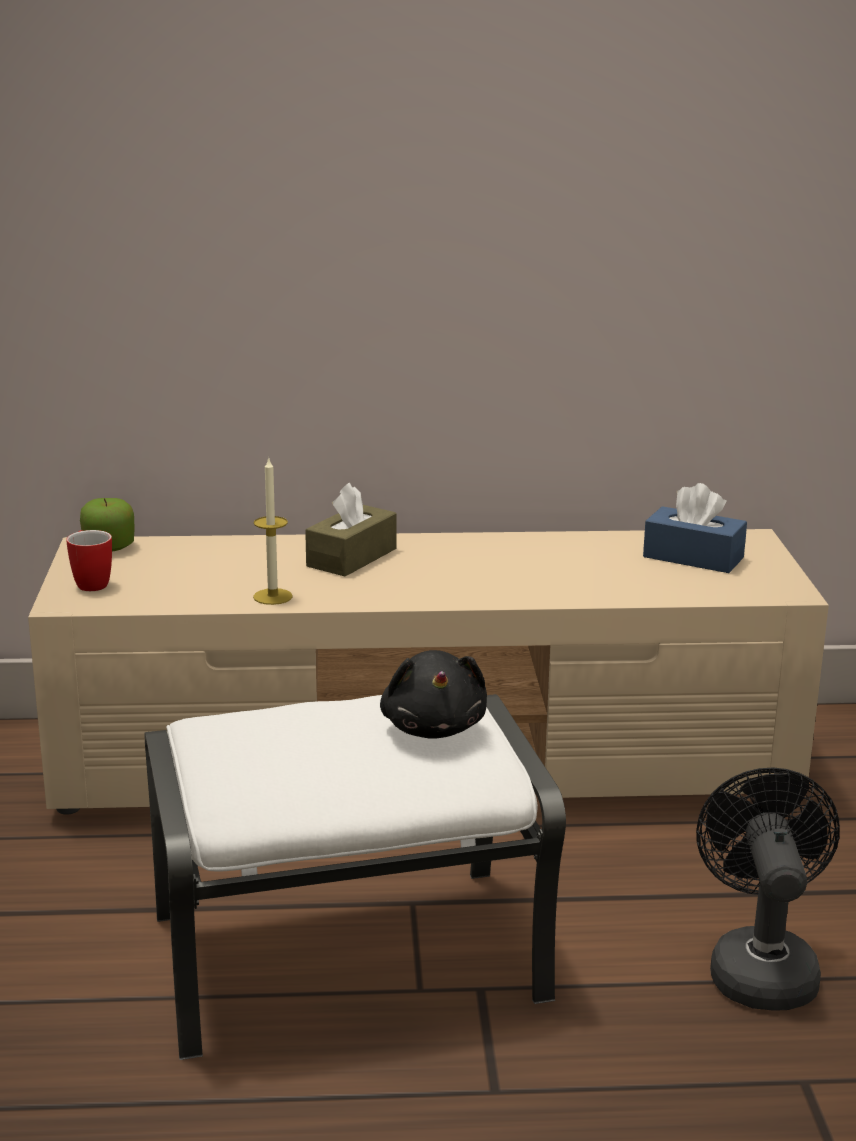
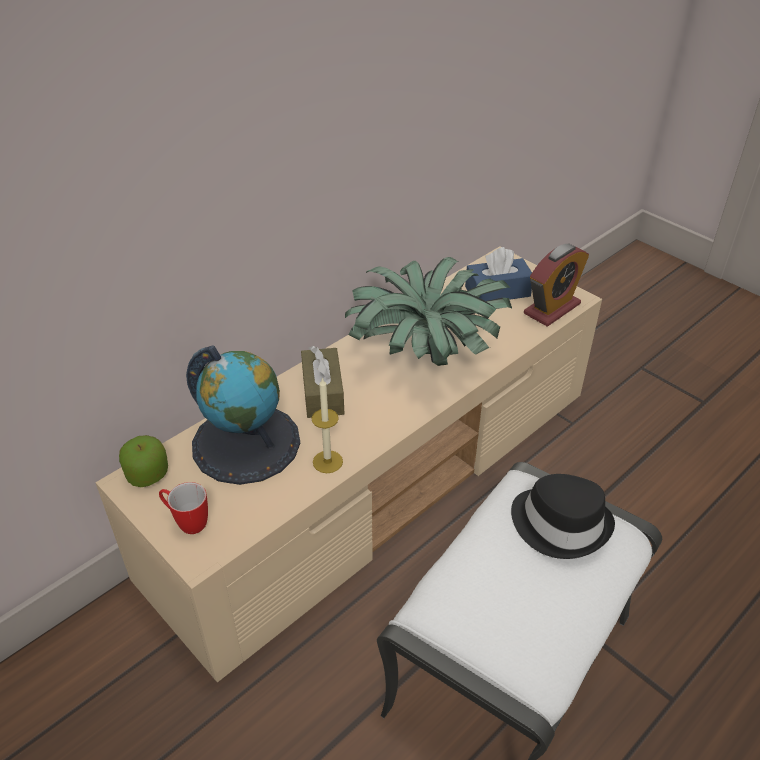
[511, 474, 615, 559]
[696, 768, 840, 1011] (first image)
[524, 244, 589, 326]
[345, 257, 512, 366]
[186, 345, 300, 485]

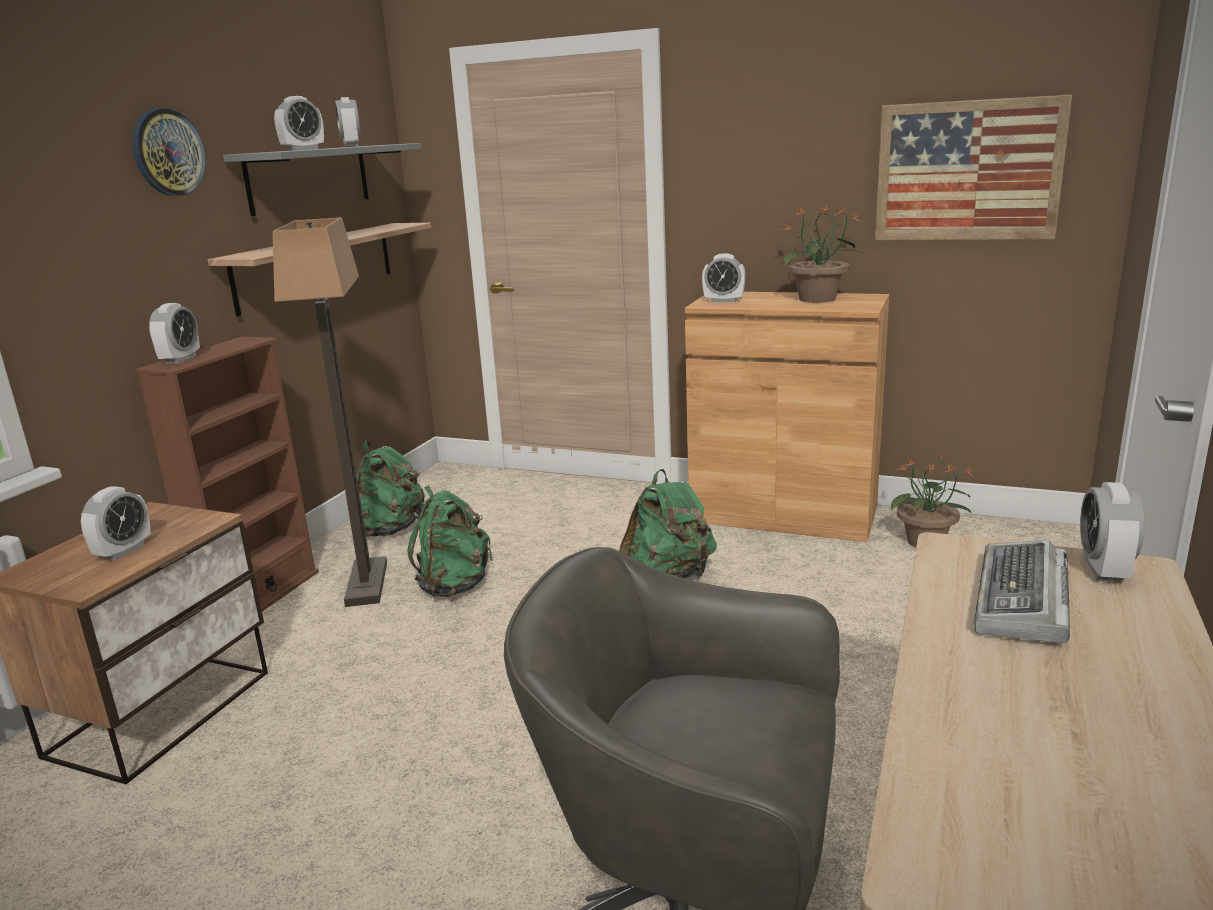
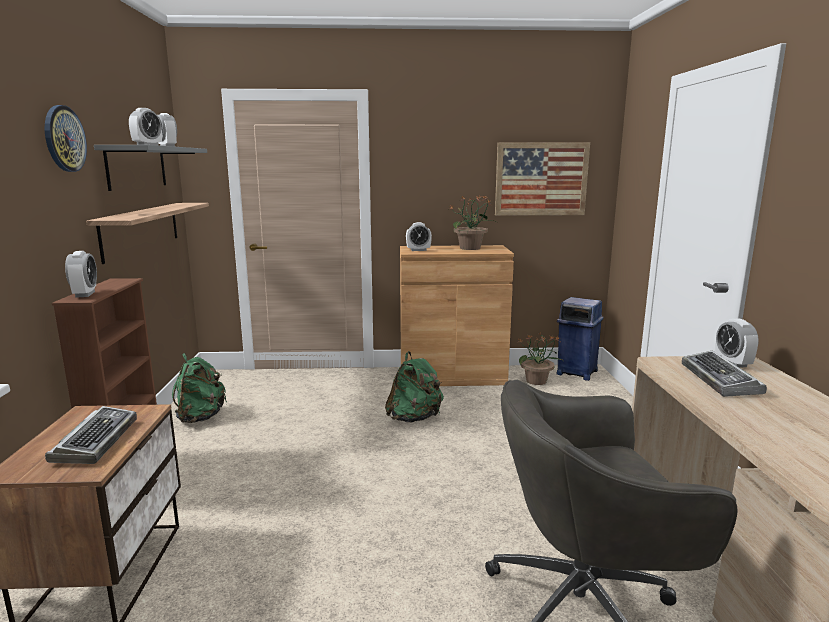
[273, 217, 387, 607] (first image)
[407, 486, 493, 597] (first image)
[45, 406, 137, 464]
[556, 297, 604, 381]

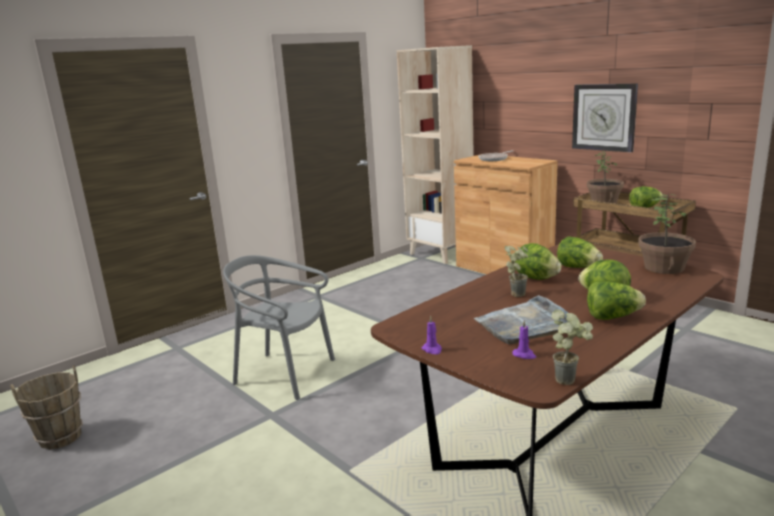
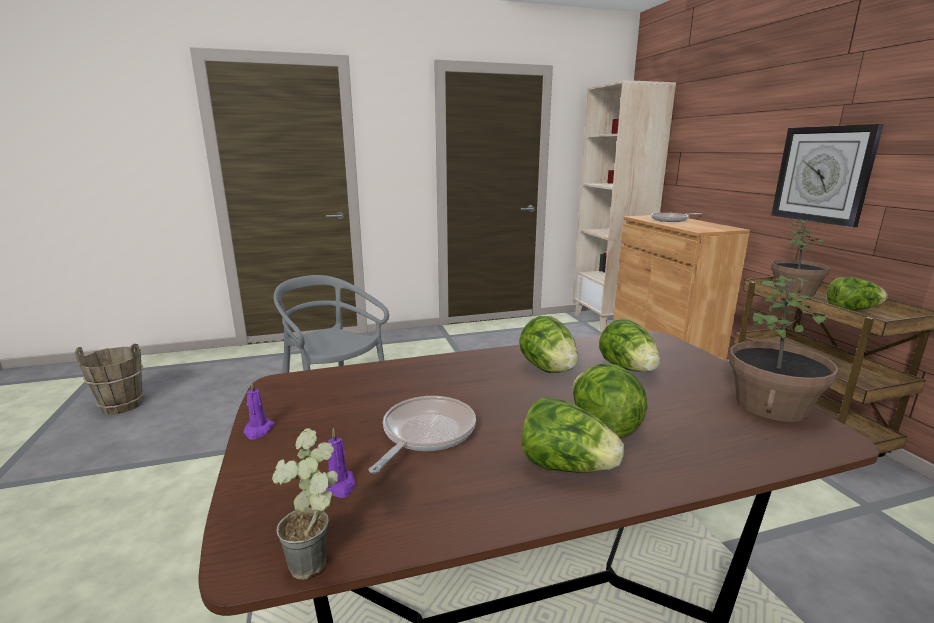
[505, 246, 528, 297] (first image)
[369, 396, 476, 474]

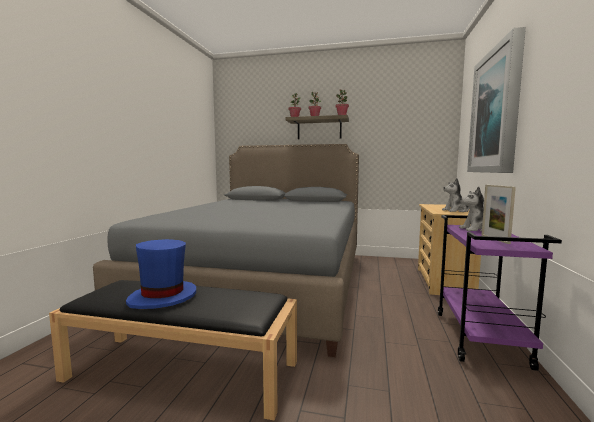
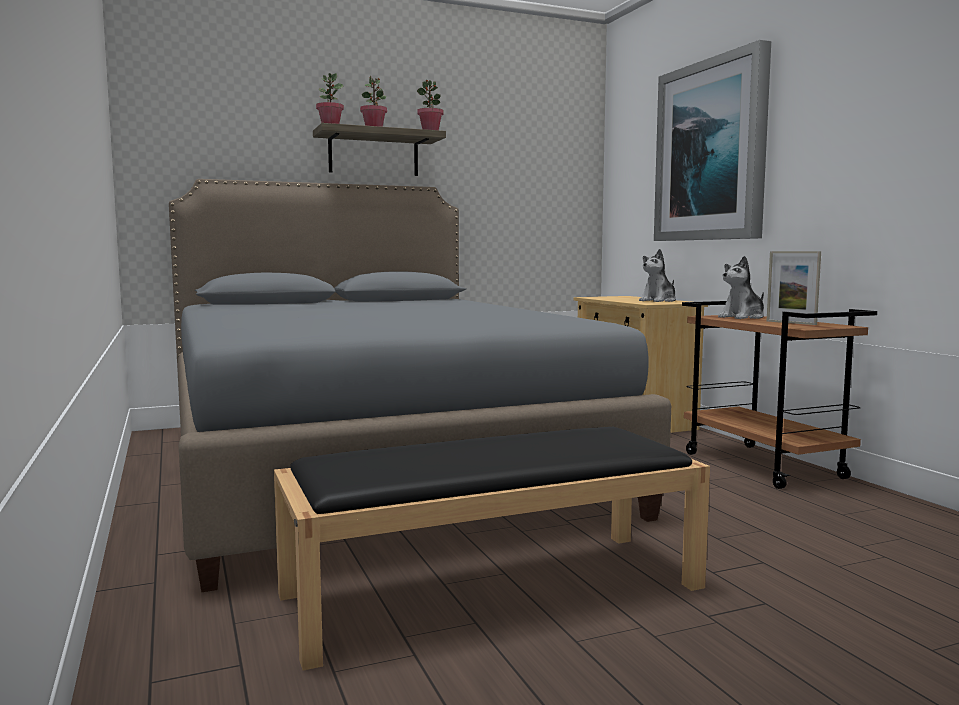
[682, 301, 877, 489]
[126, 239, 196, 309] (first image)

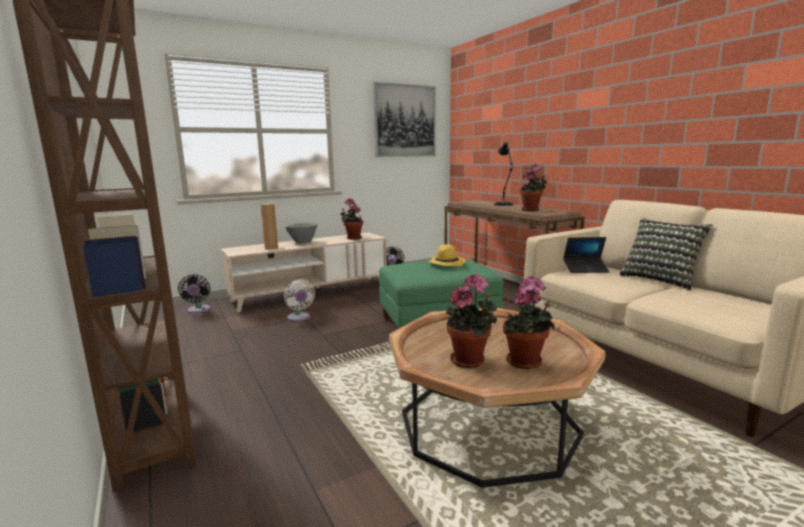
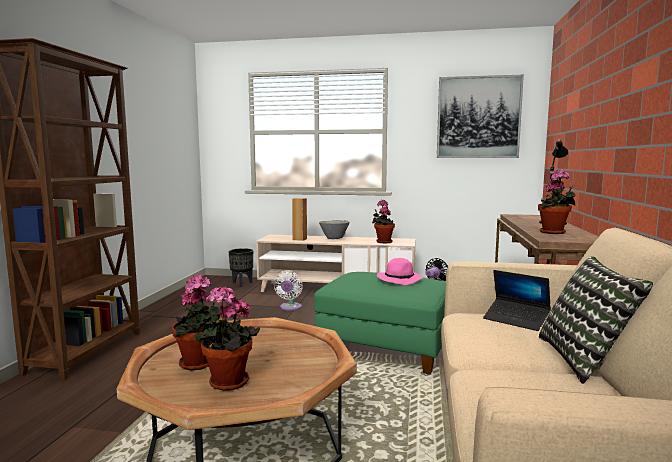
[377, 258, 423, 285]
[229, 248, 253, 287]

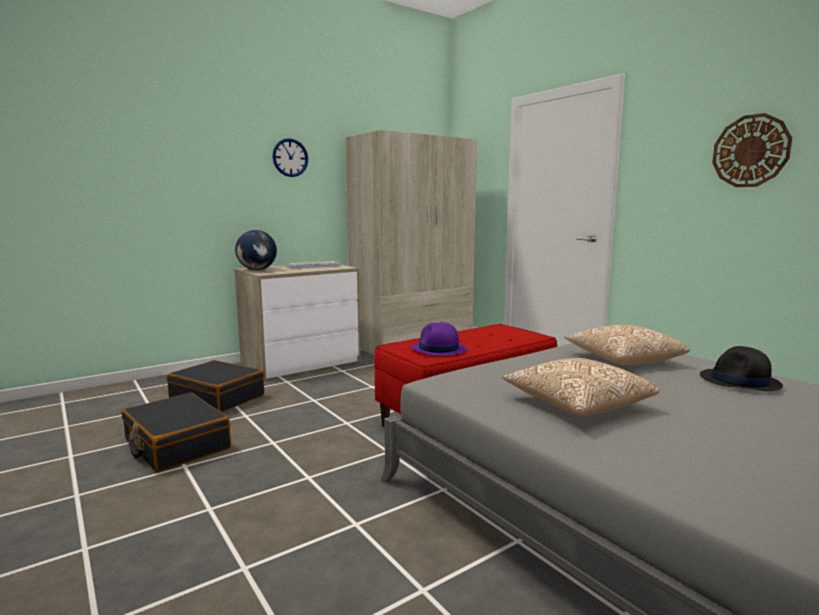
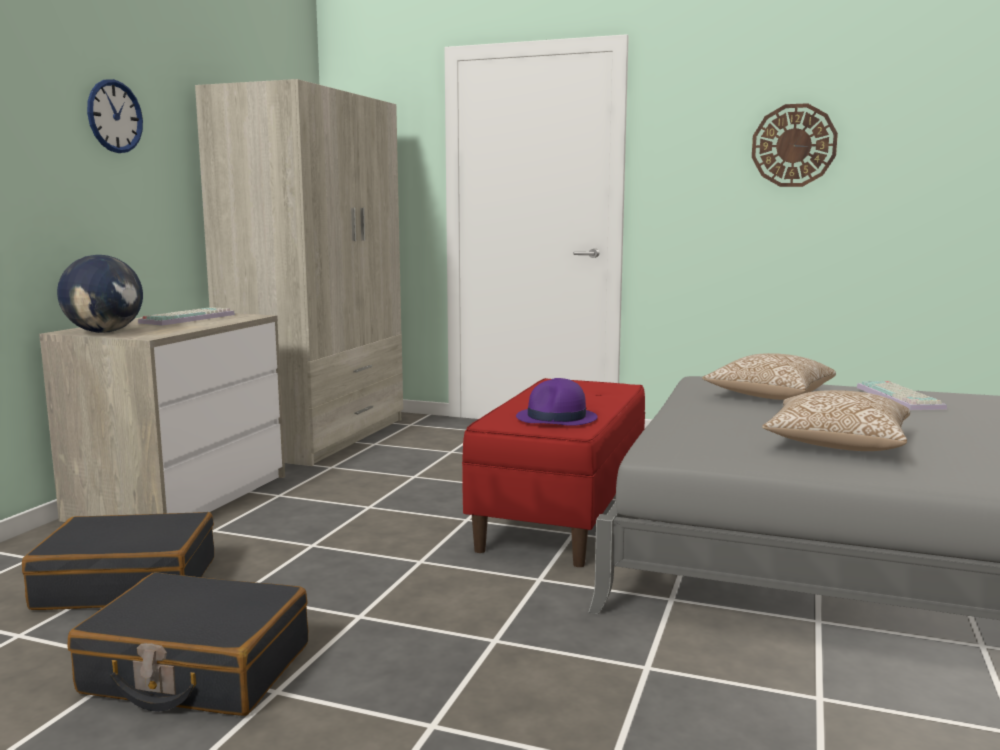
[857, 381, 947, 410]

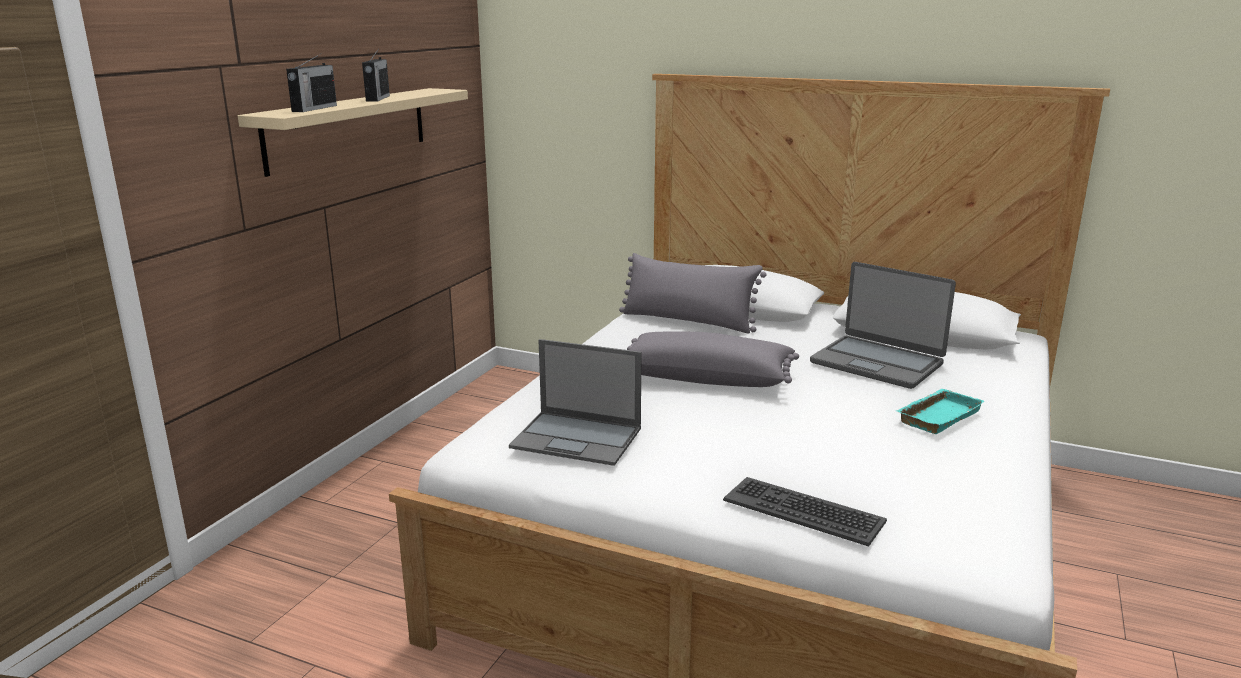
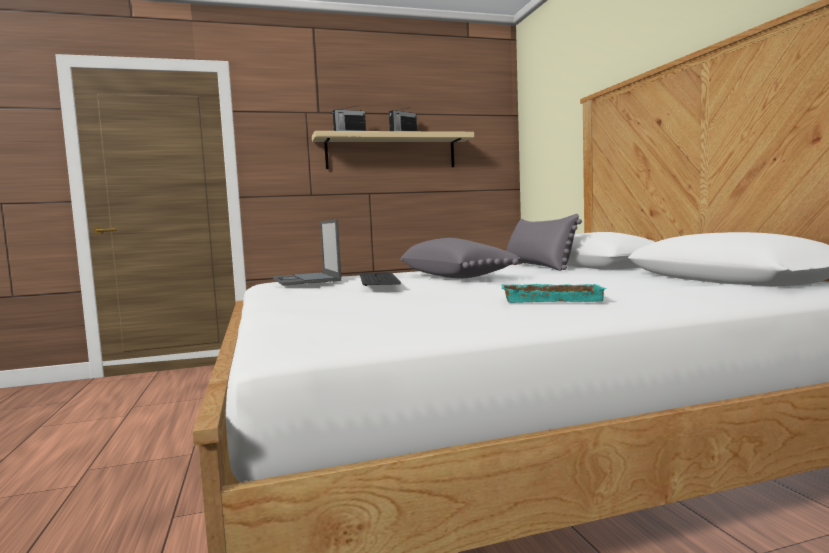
[810, 262, 956, 389] (first image)
[360, 272, 401, 286]

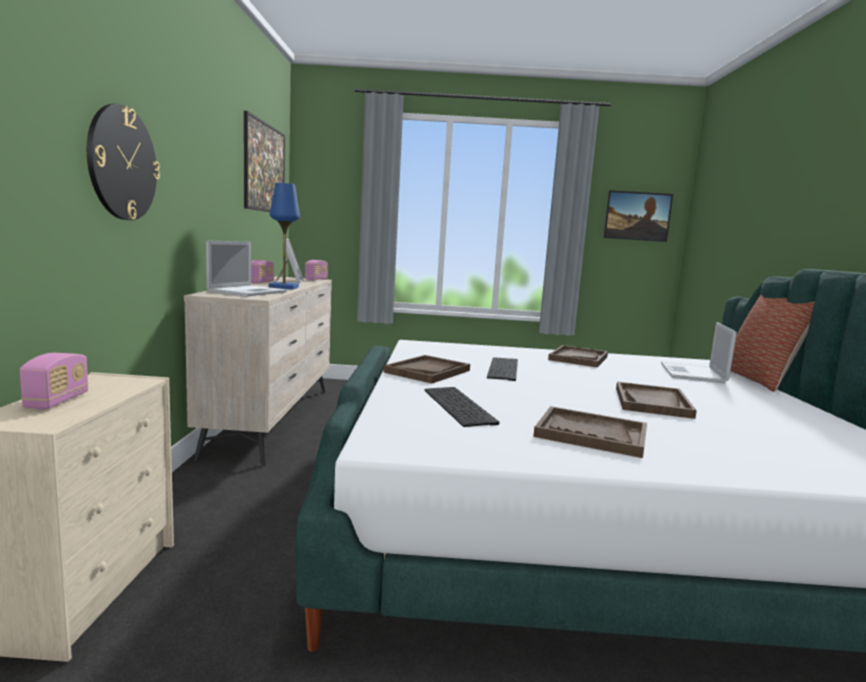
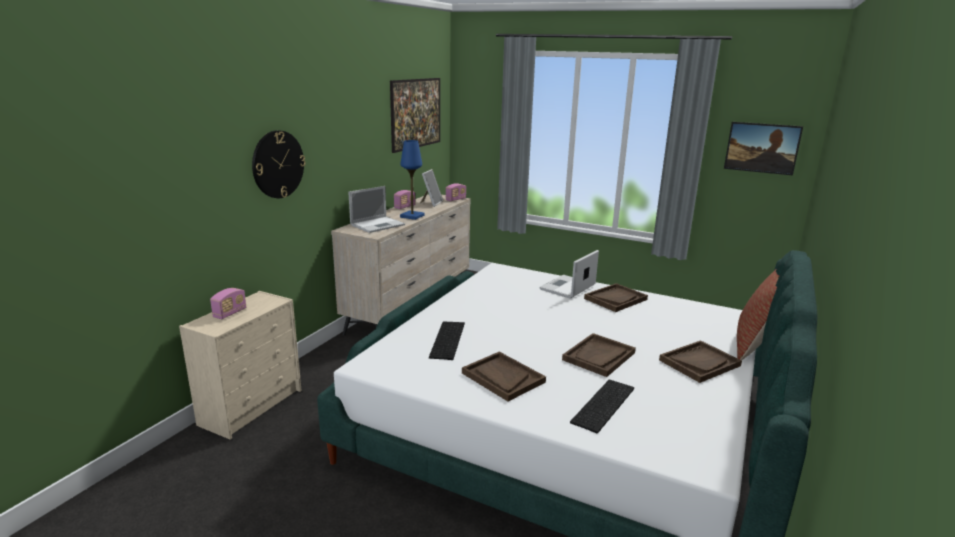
[539, 250, 599, 299]
[659, 340, 742, 383]
[570, 380, 634, 433]

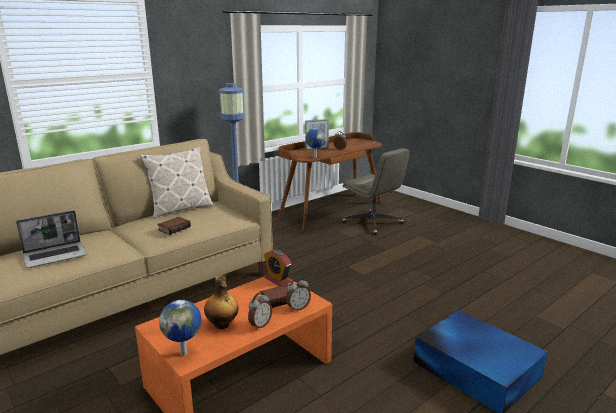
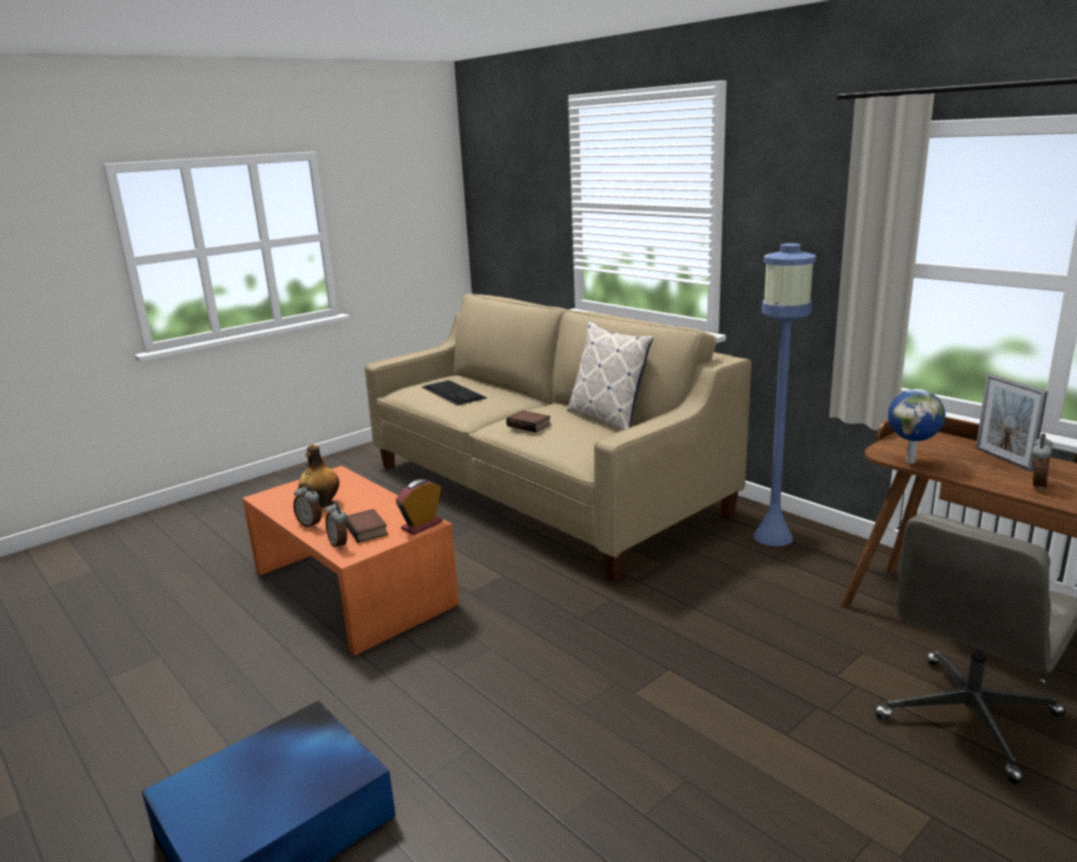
[422, 380, 487, 405]
[159, 300, 202, 356] (first image)

